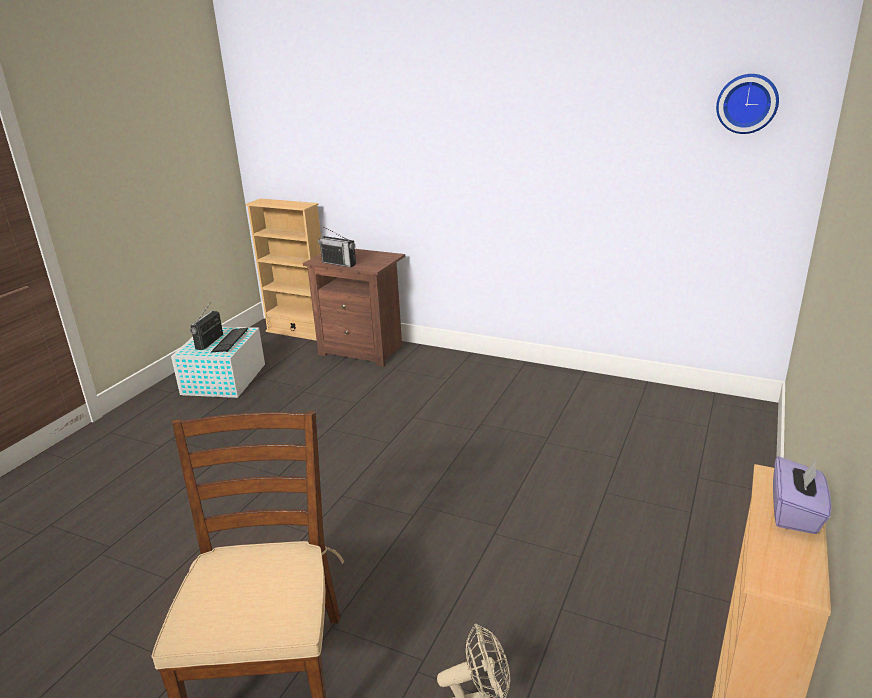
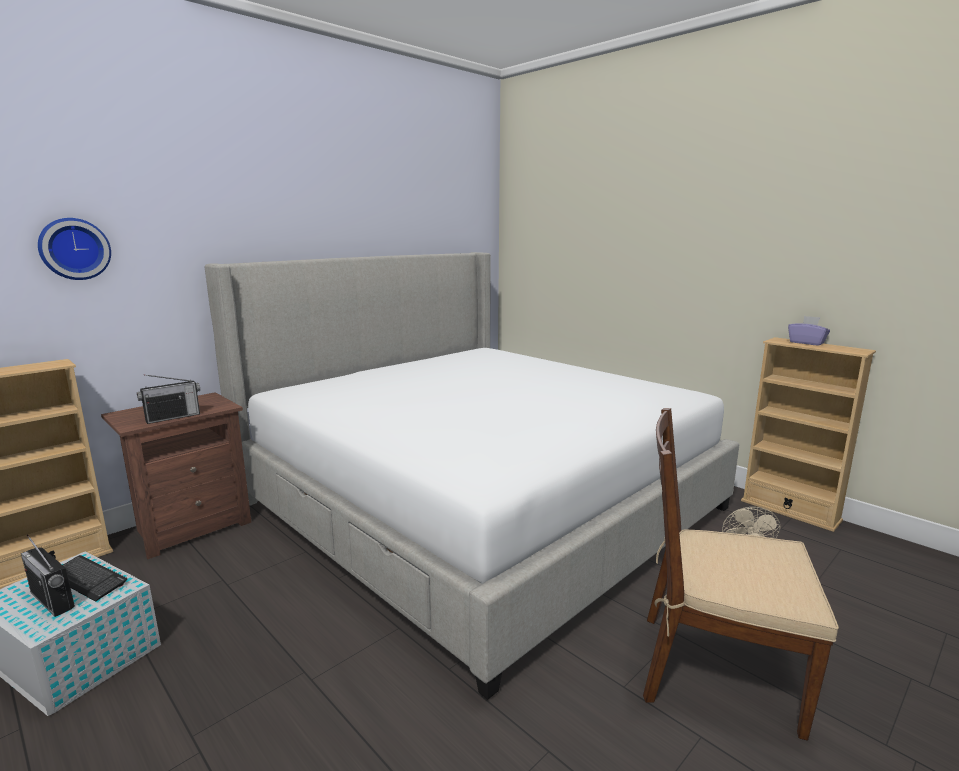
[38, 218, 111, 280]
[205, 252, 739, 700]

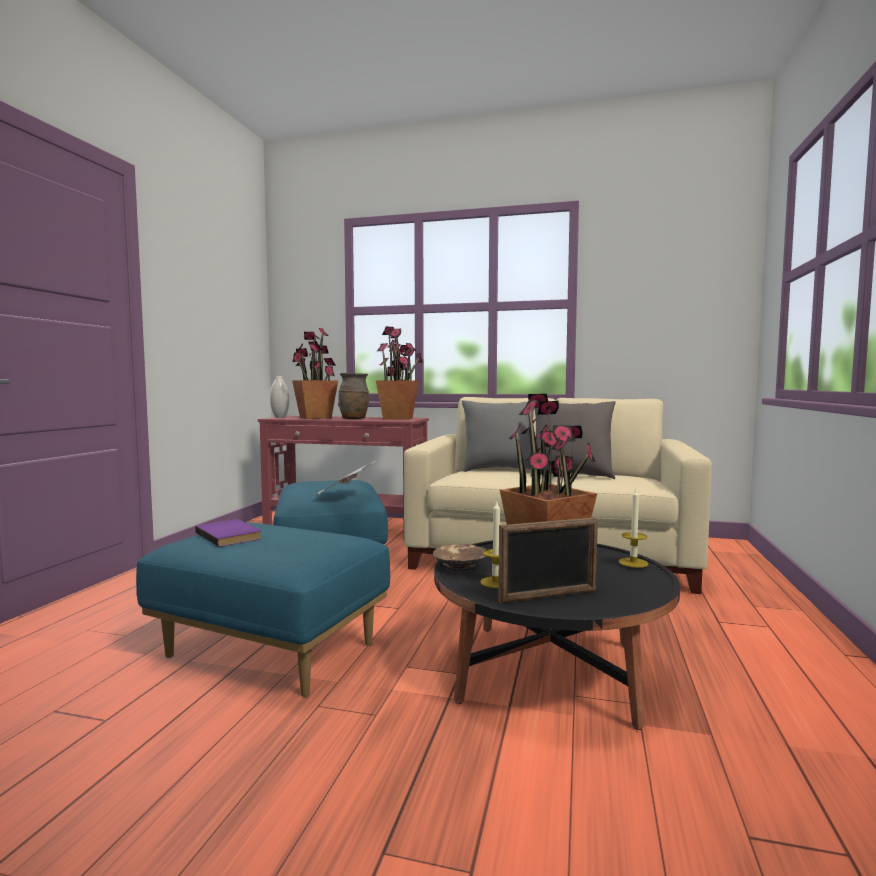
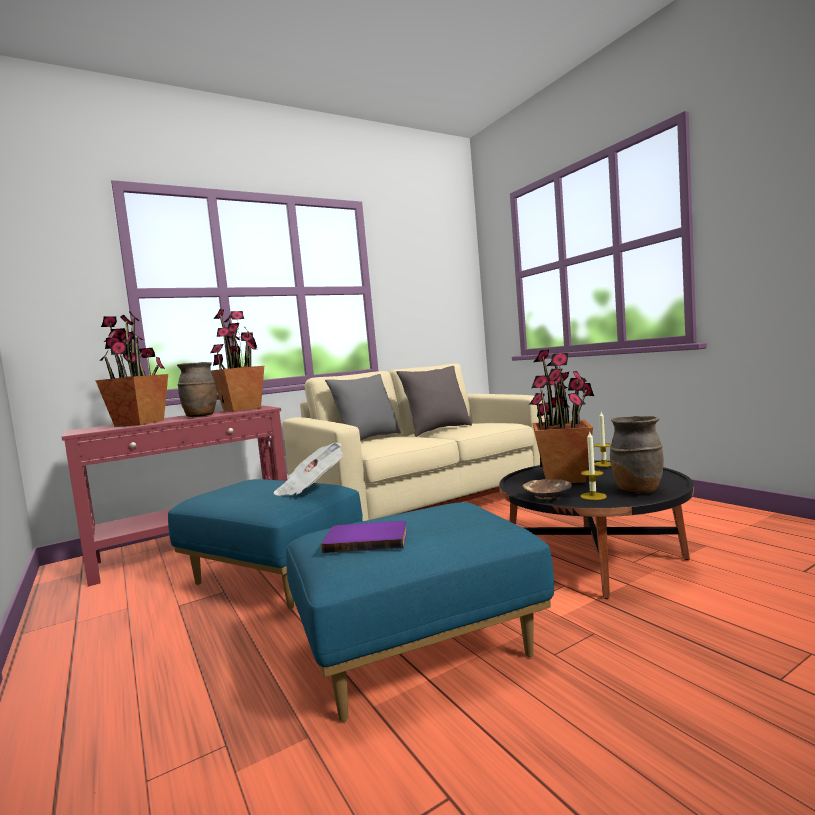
[270, 376, 289, 418] (first image)
[610, 416, 664, 493]

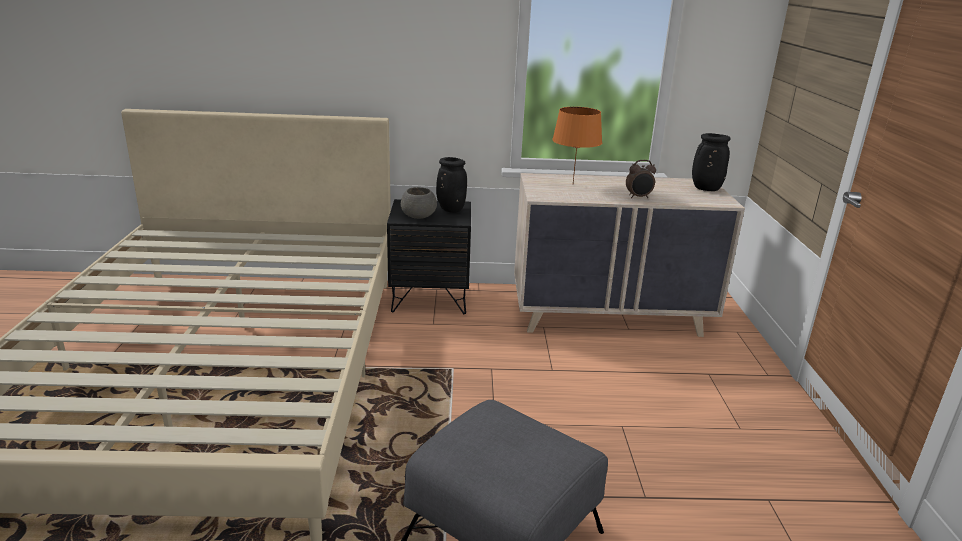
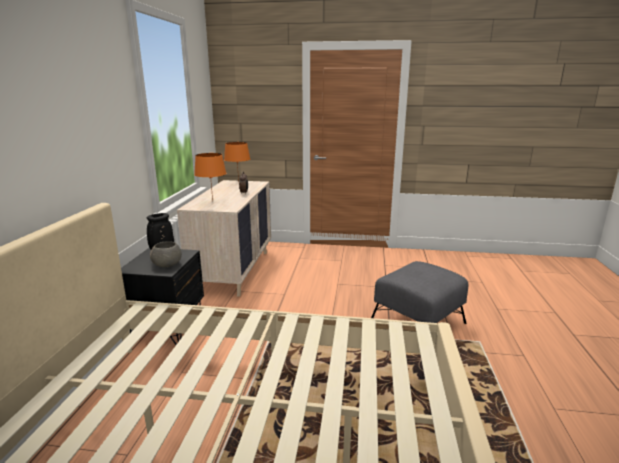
[224, 142, 250, 183]

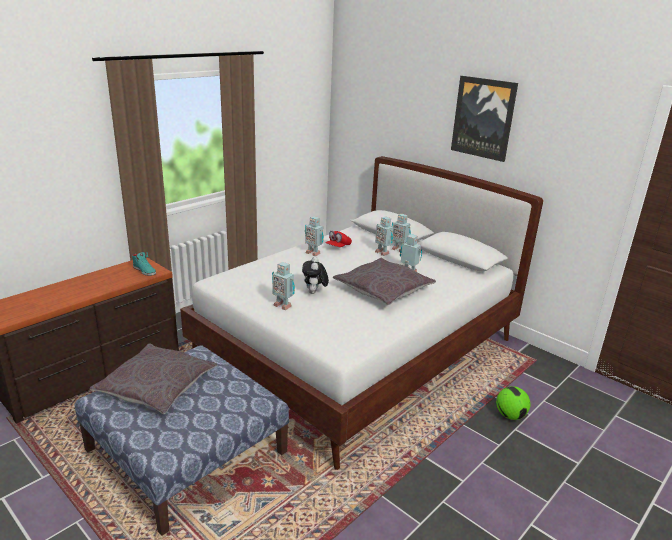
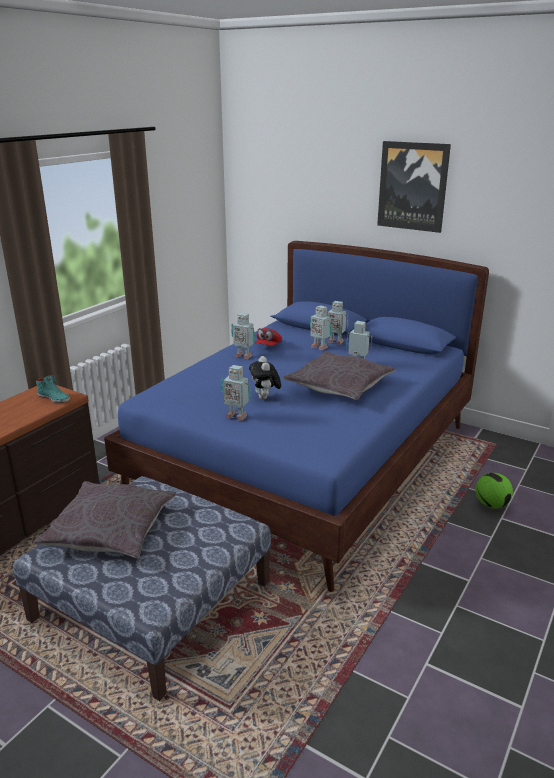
[104, 241, 489, 592]

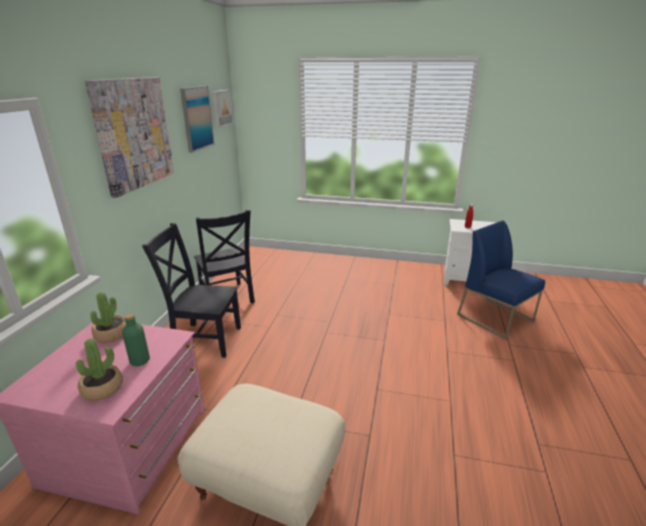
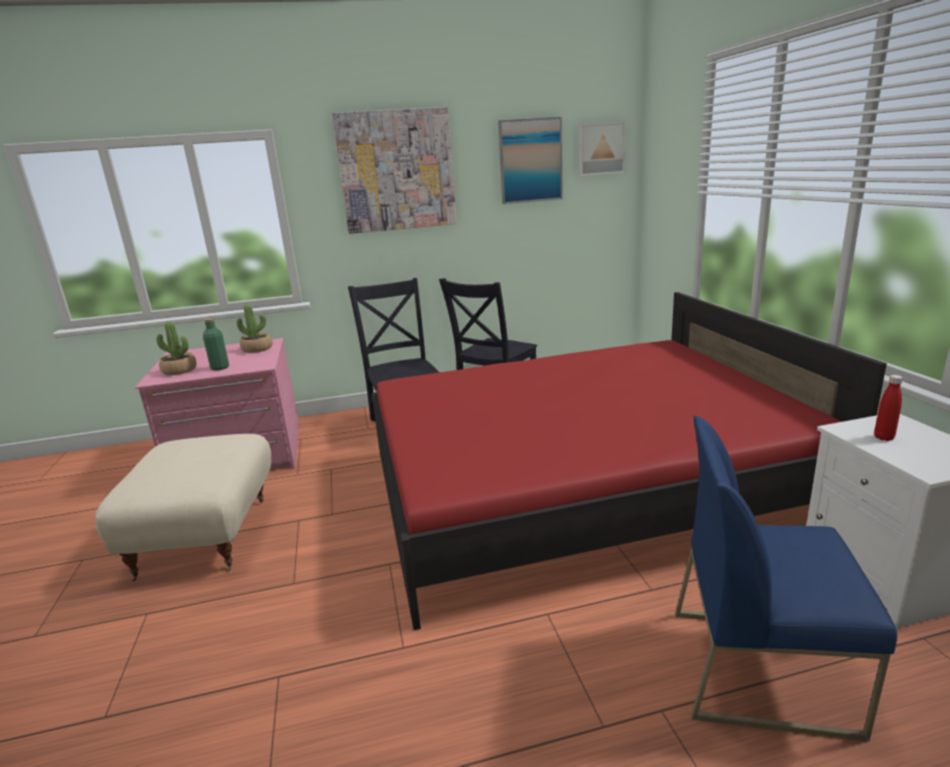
[675, 416, 897, 741]
[372, 292, 887, 630]

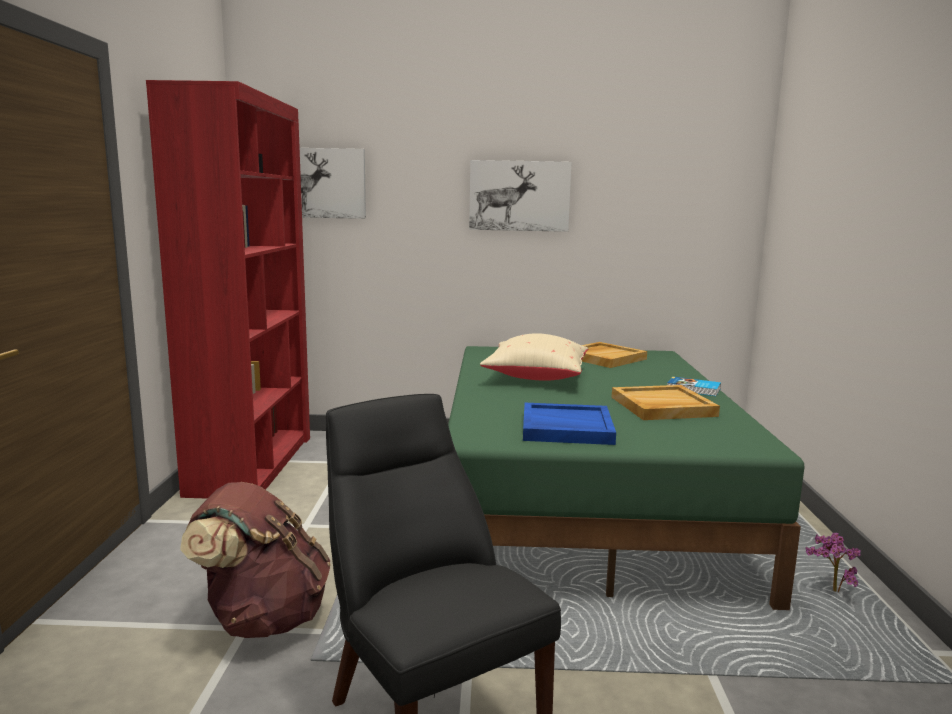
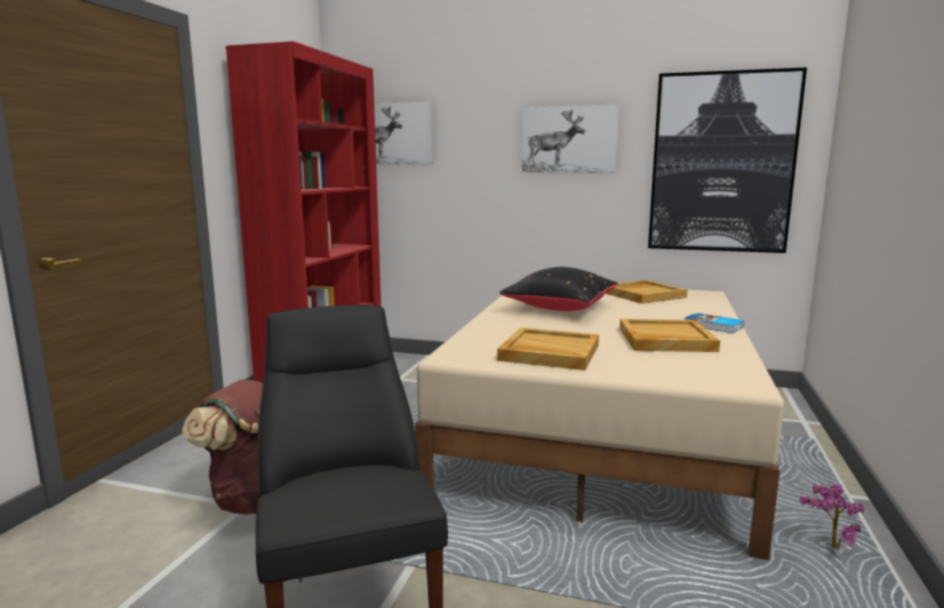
[499, 267, 618, 311]
[415, 290, 784, 560]
[497, 327, 599, 370]
[648, 67, 807, 253]

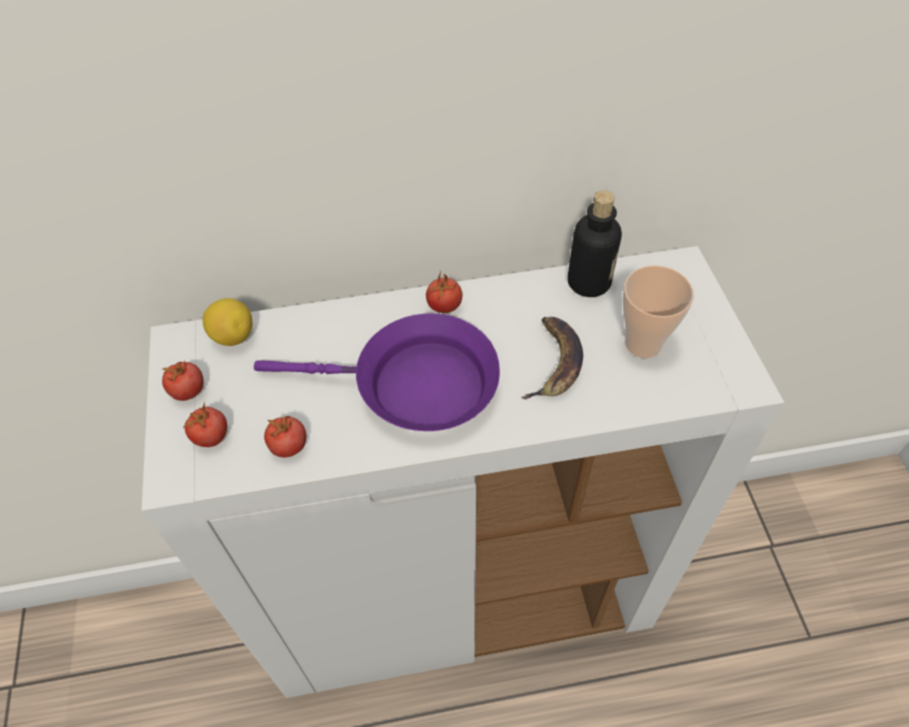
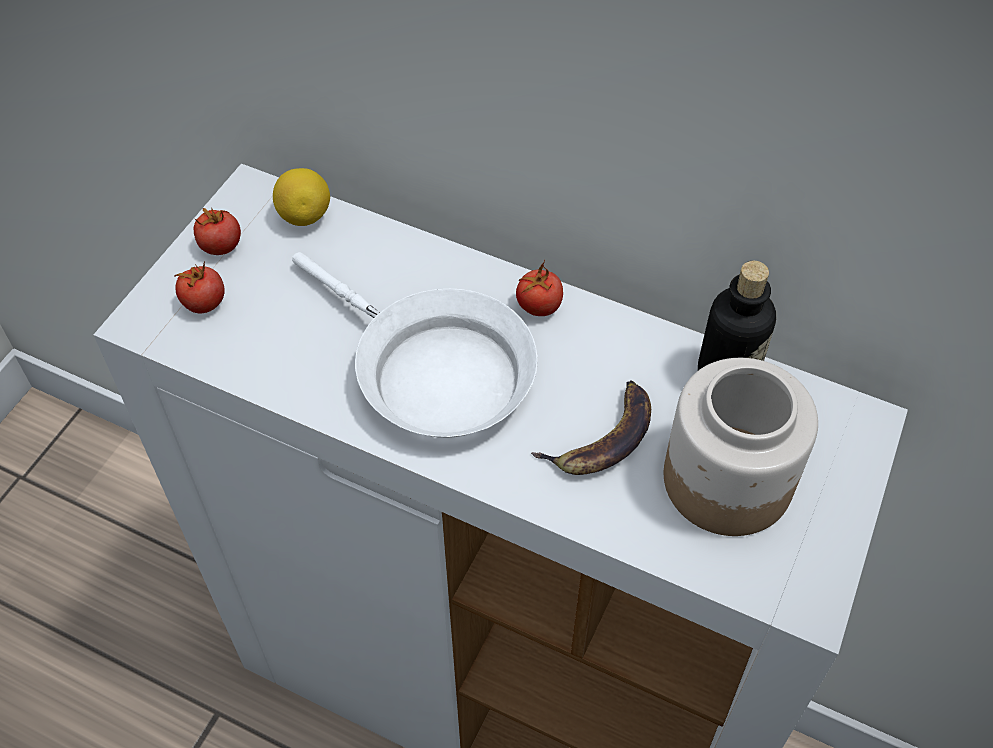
[664, 358, 818, 536]
[292, 252, 538, 438]
[264, 416, 306, 457] (first image)

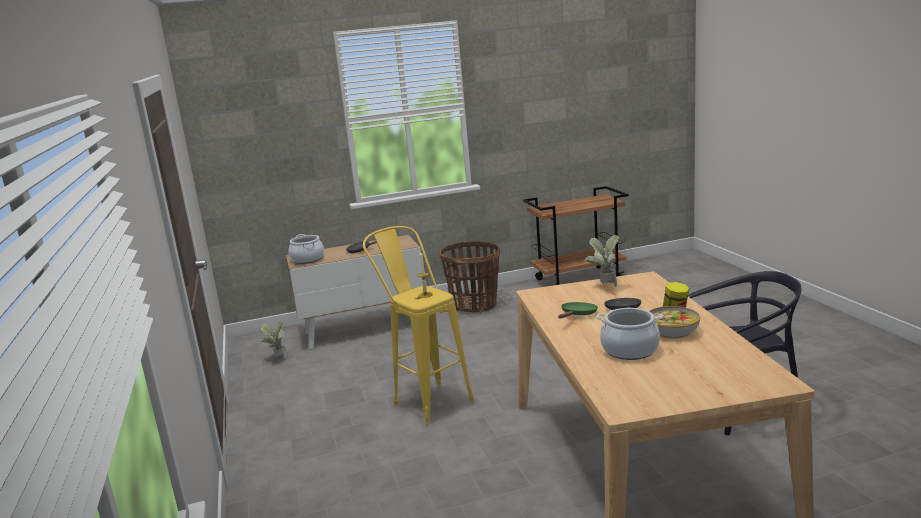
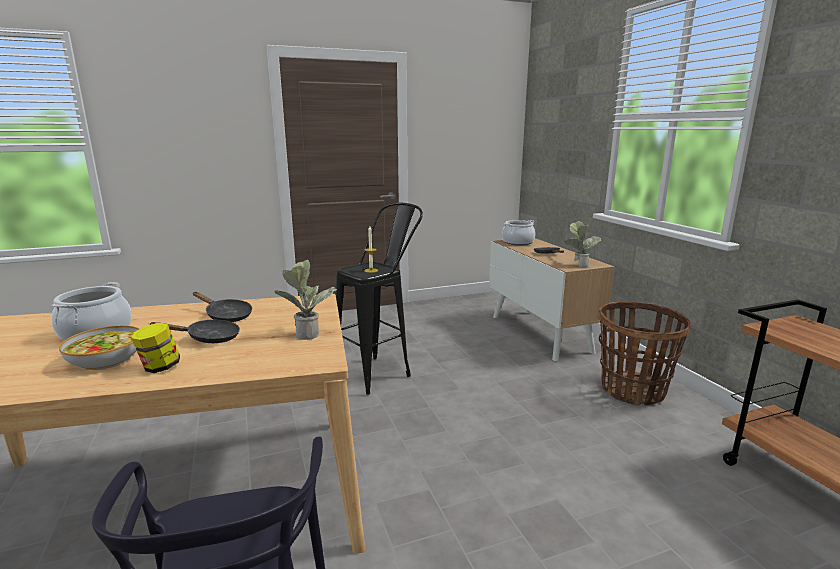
[336, 203, 423, 395]
[193, 292, 252, 322]
[564, 221, 601, 268]

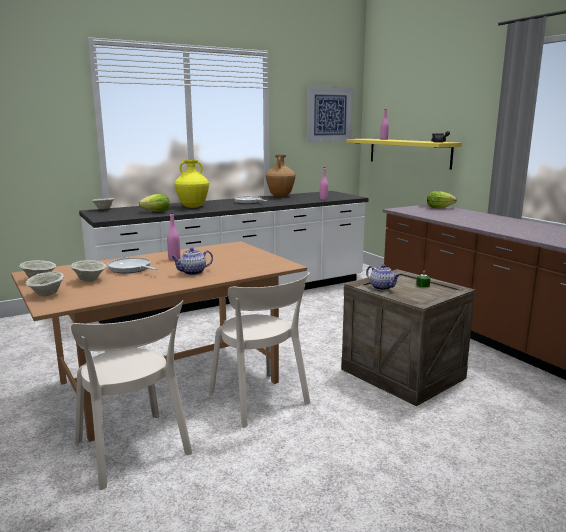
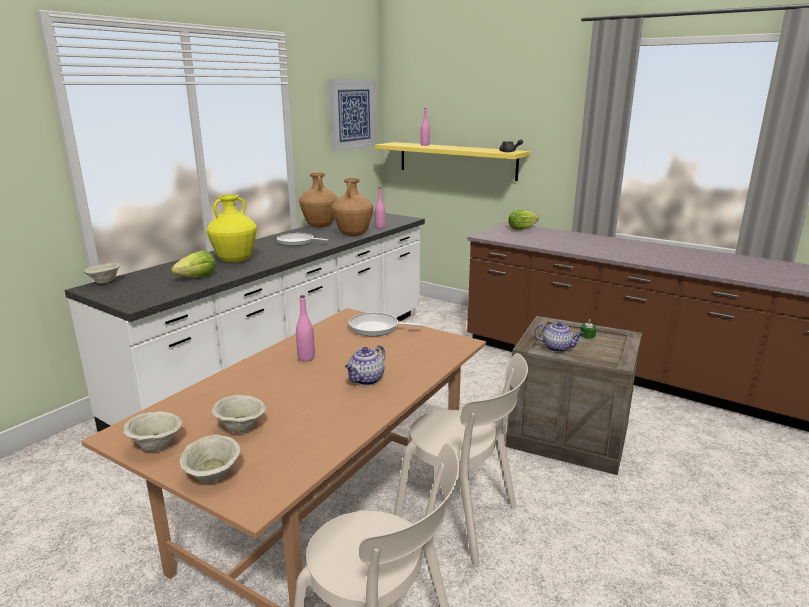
[348, 312, 424, 336]
[332, 178, 373, 236]

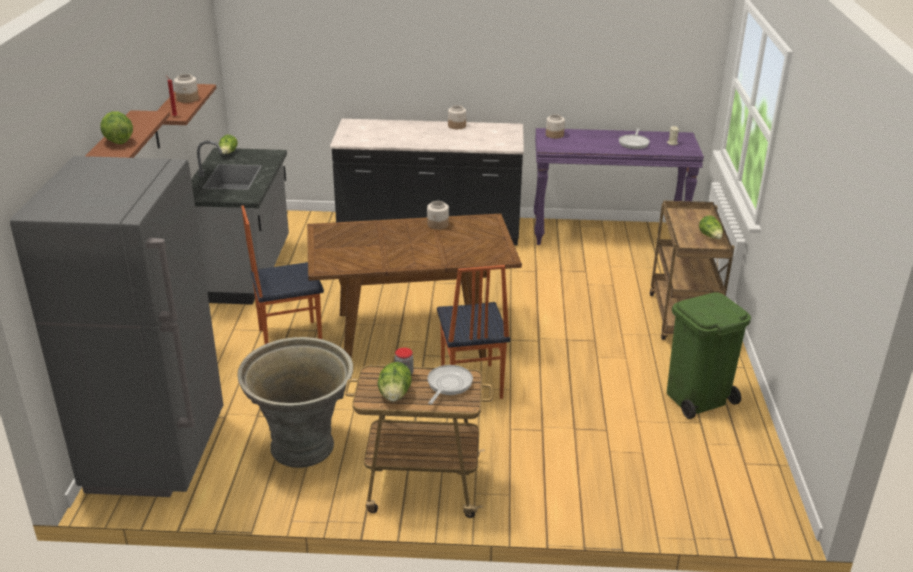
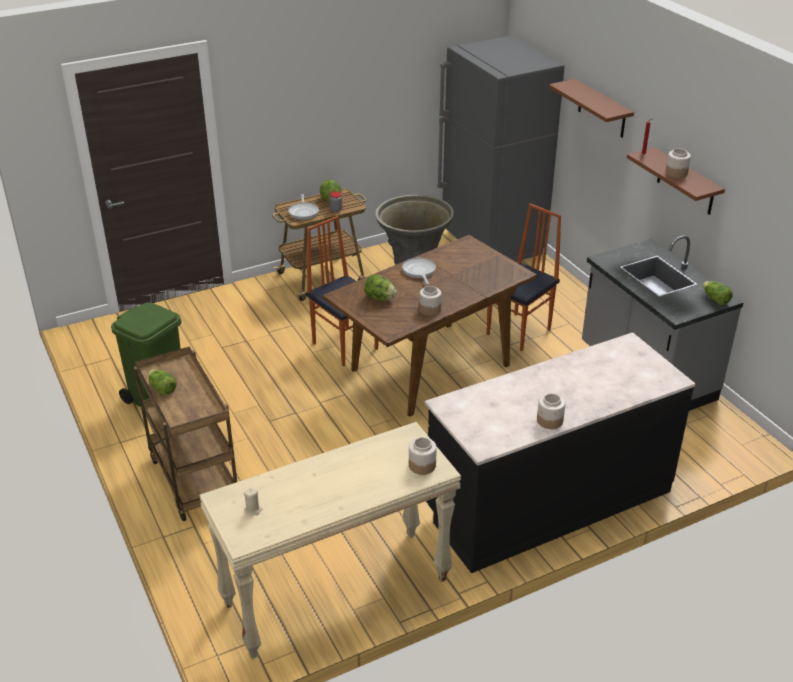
[364, 274, 397, 301]
[199, 422, 461, 659]
[402, 258, 436, 285]

